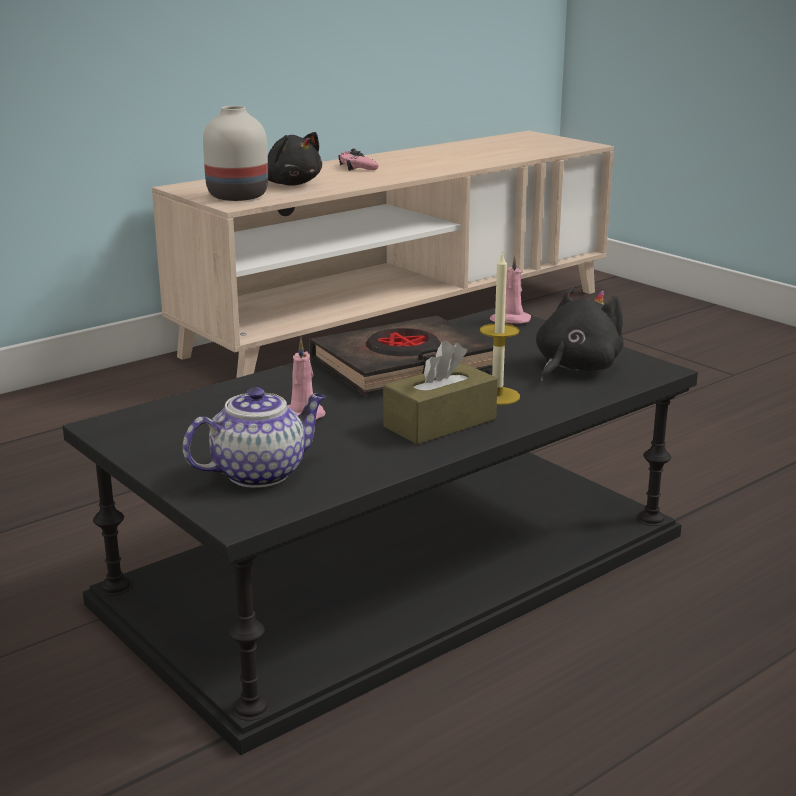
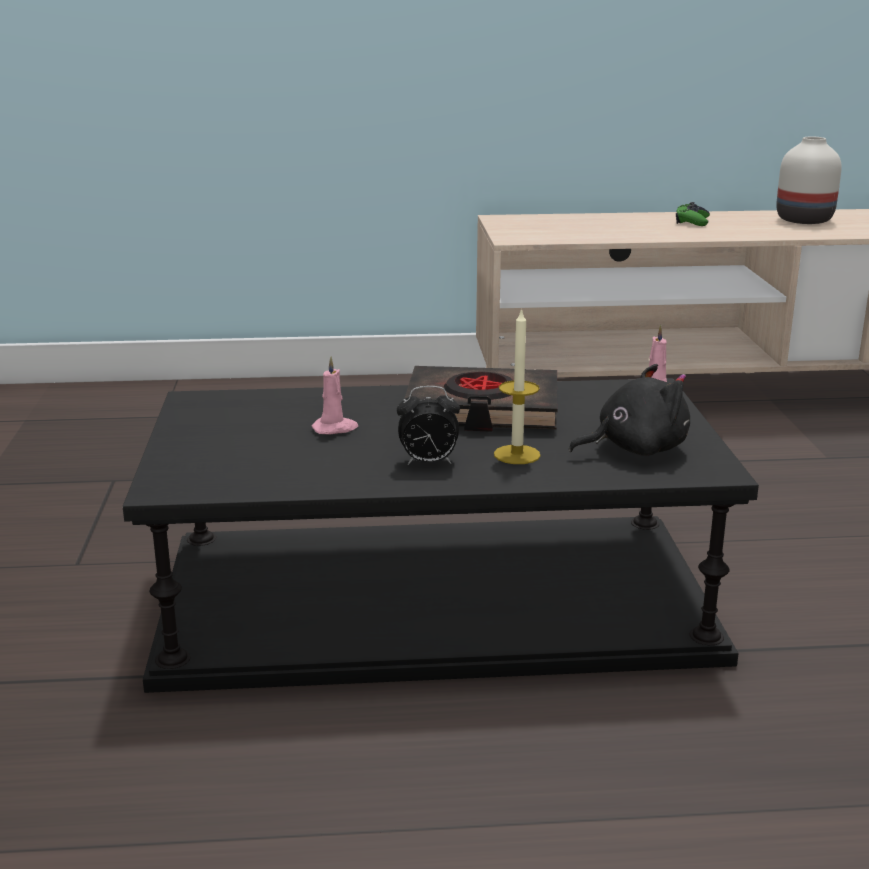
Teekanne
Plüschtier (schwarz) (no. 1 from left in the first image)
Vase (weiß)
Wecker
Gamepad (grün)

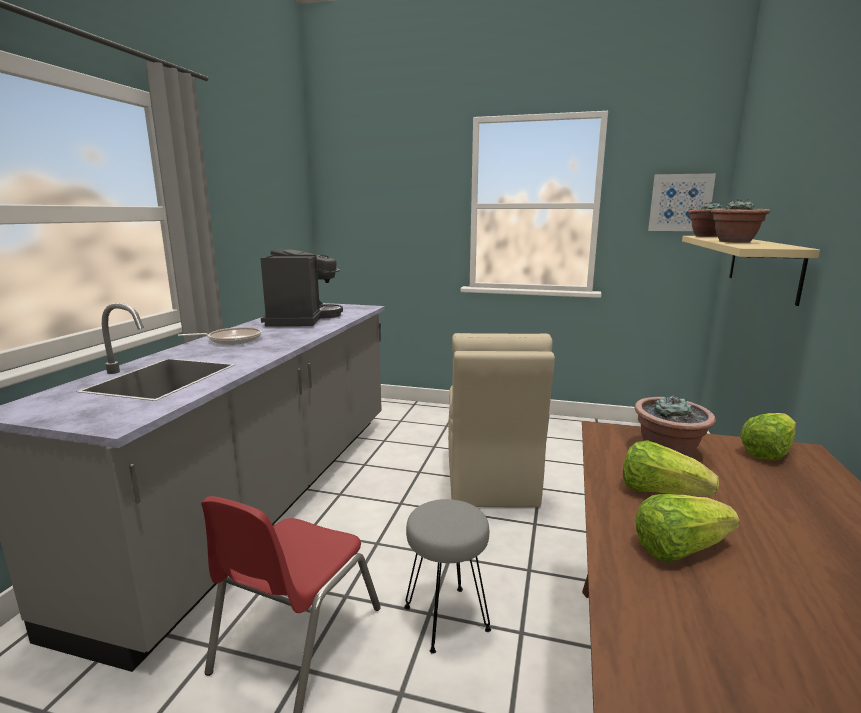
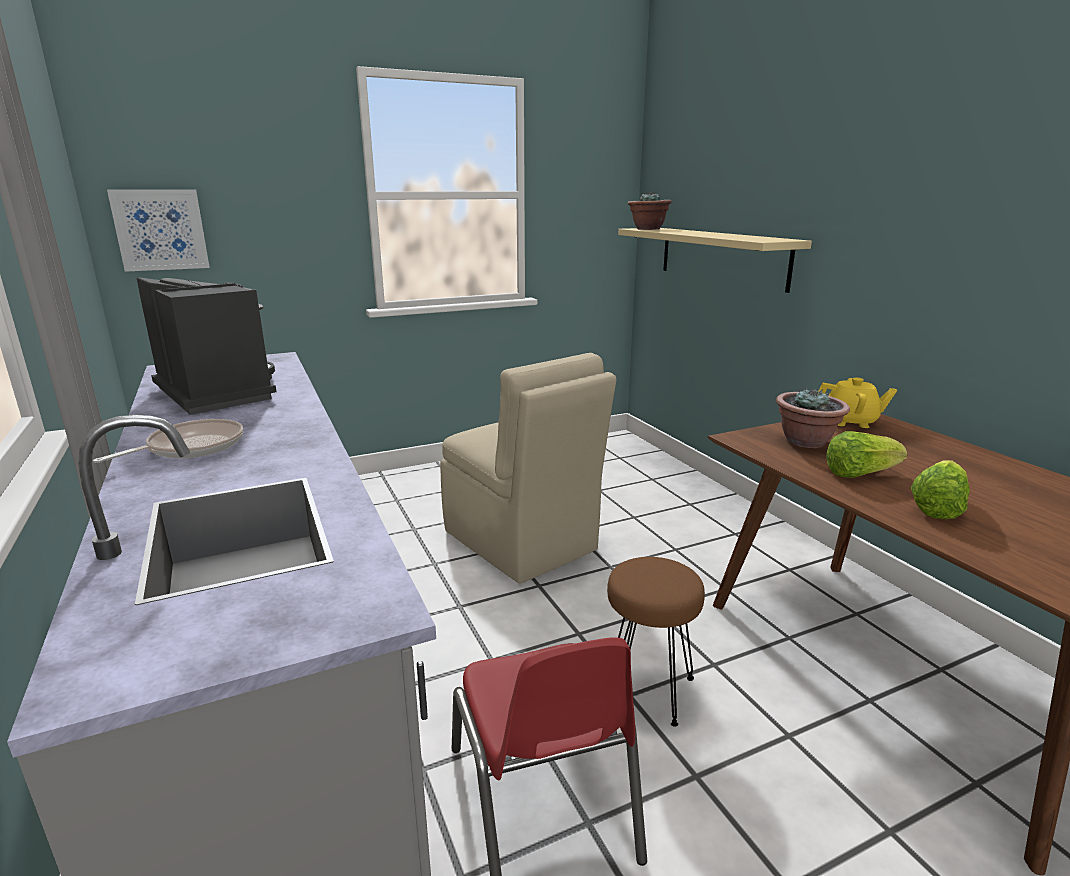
Topfpflanze (no. 3 from left in the first image)
Bild
Teekanne (gelb)
Hocker (braun)

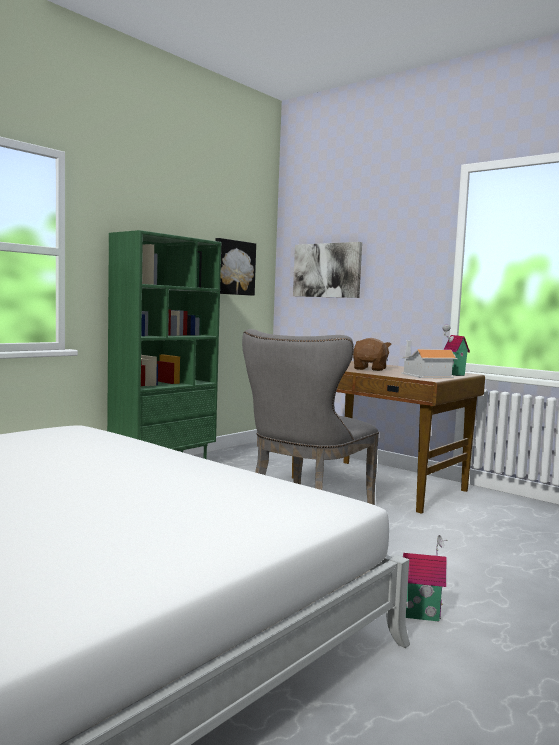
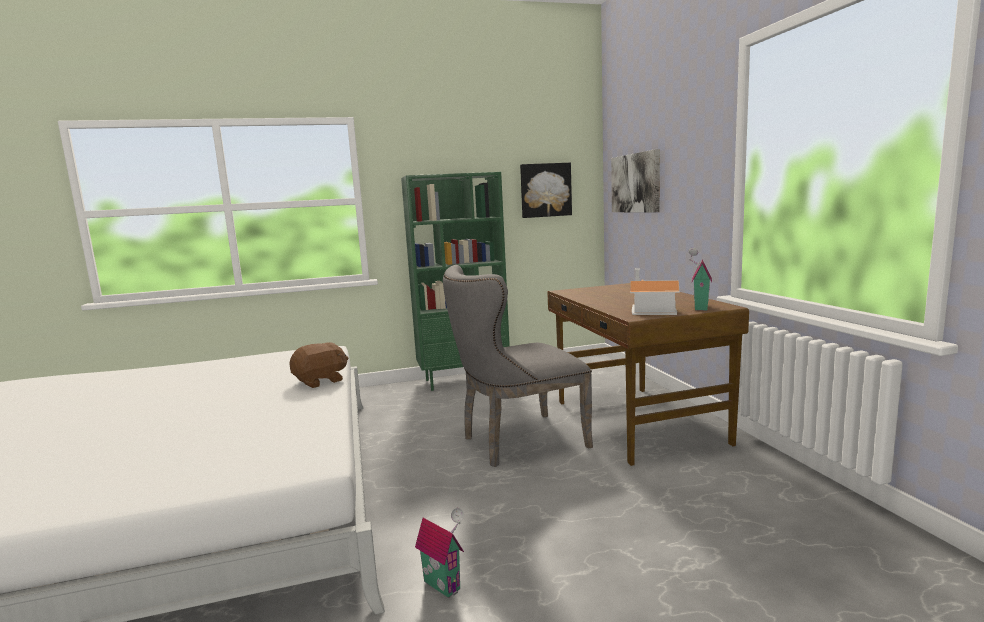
Plüschtier (braun)

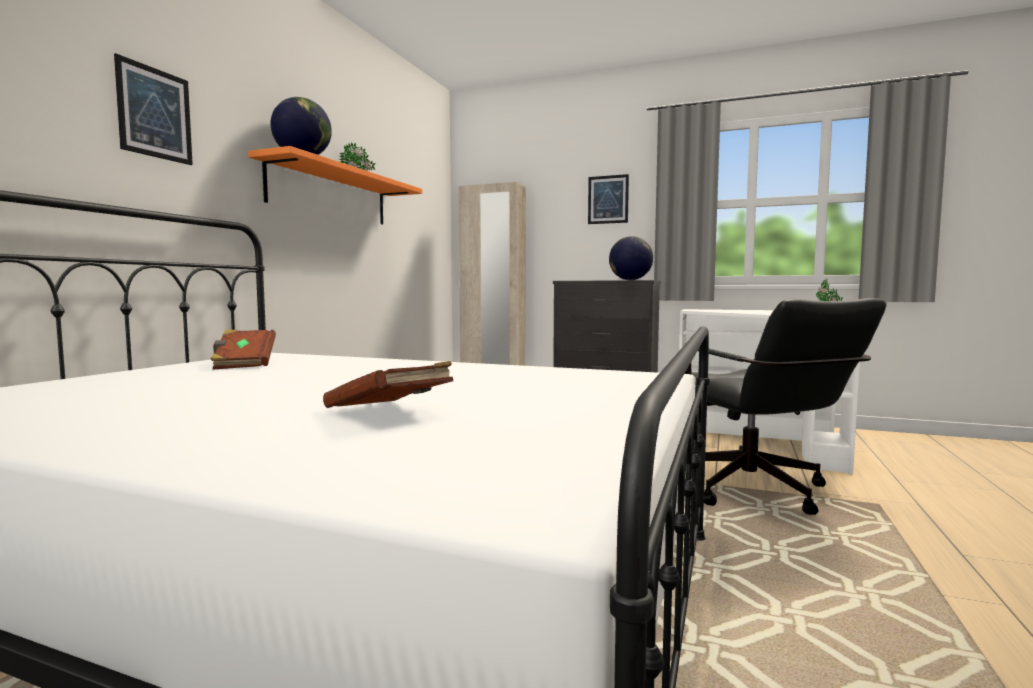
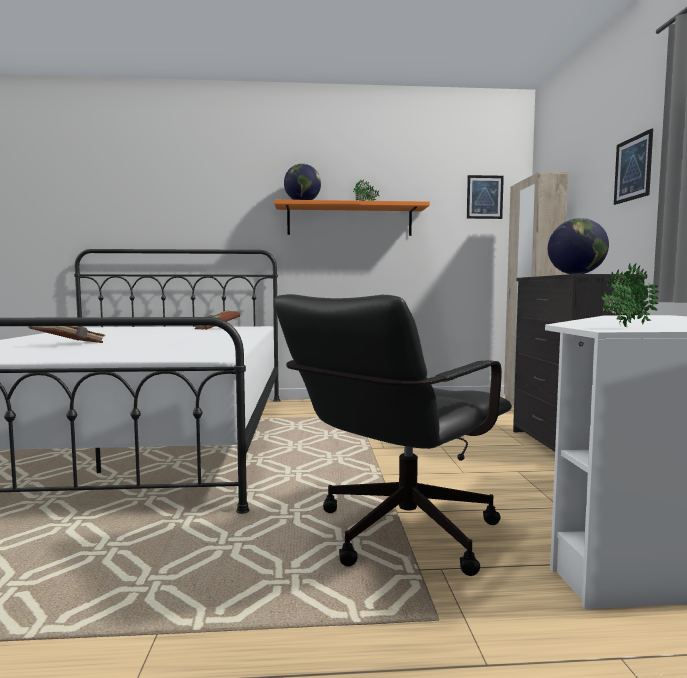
Bild (no. 1 from left)

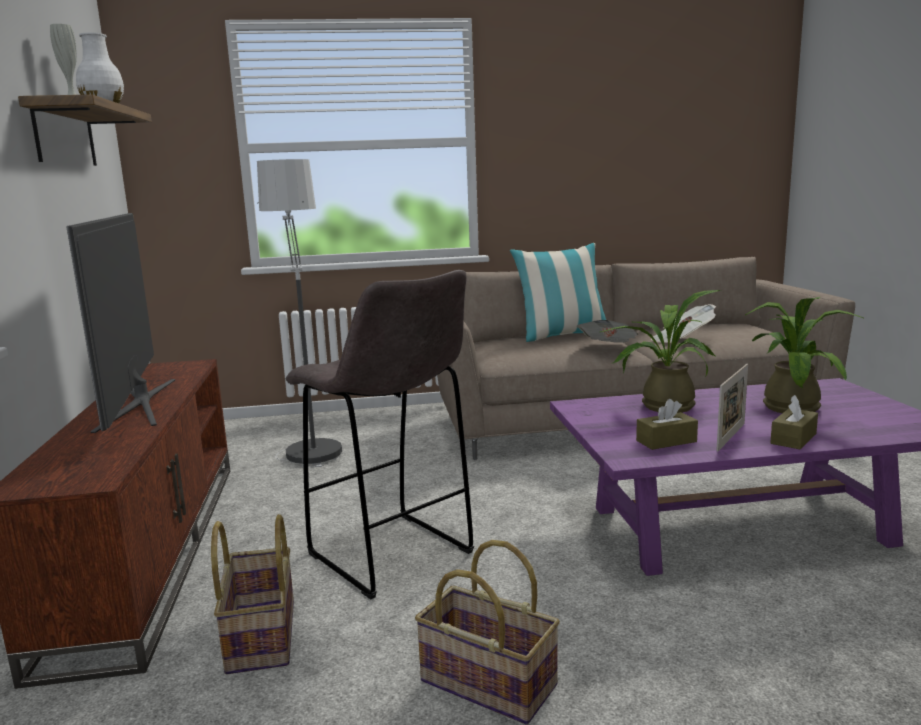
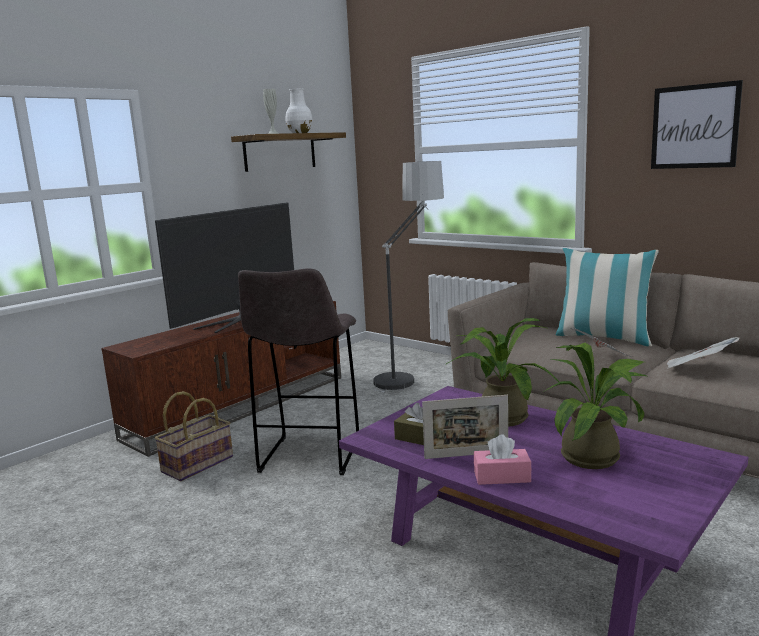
Korb (no. 2 from left in the first image)
Bild
Taschentuchbox (rosa)

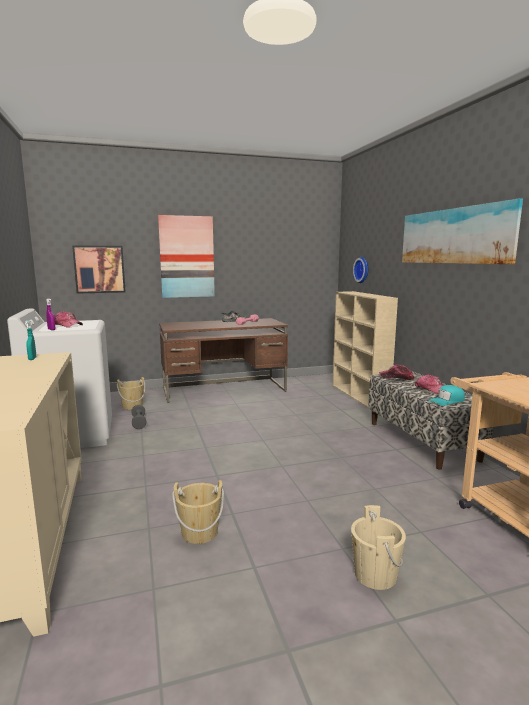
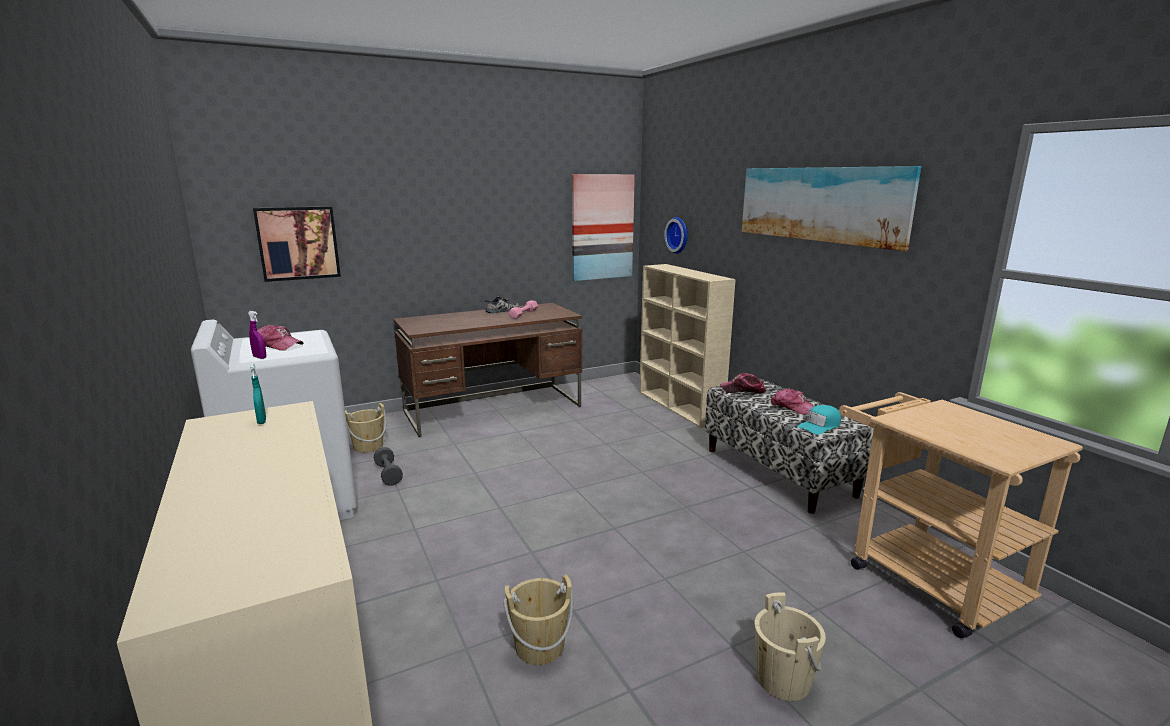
Bild (no. 2 from left)

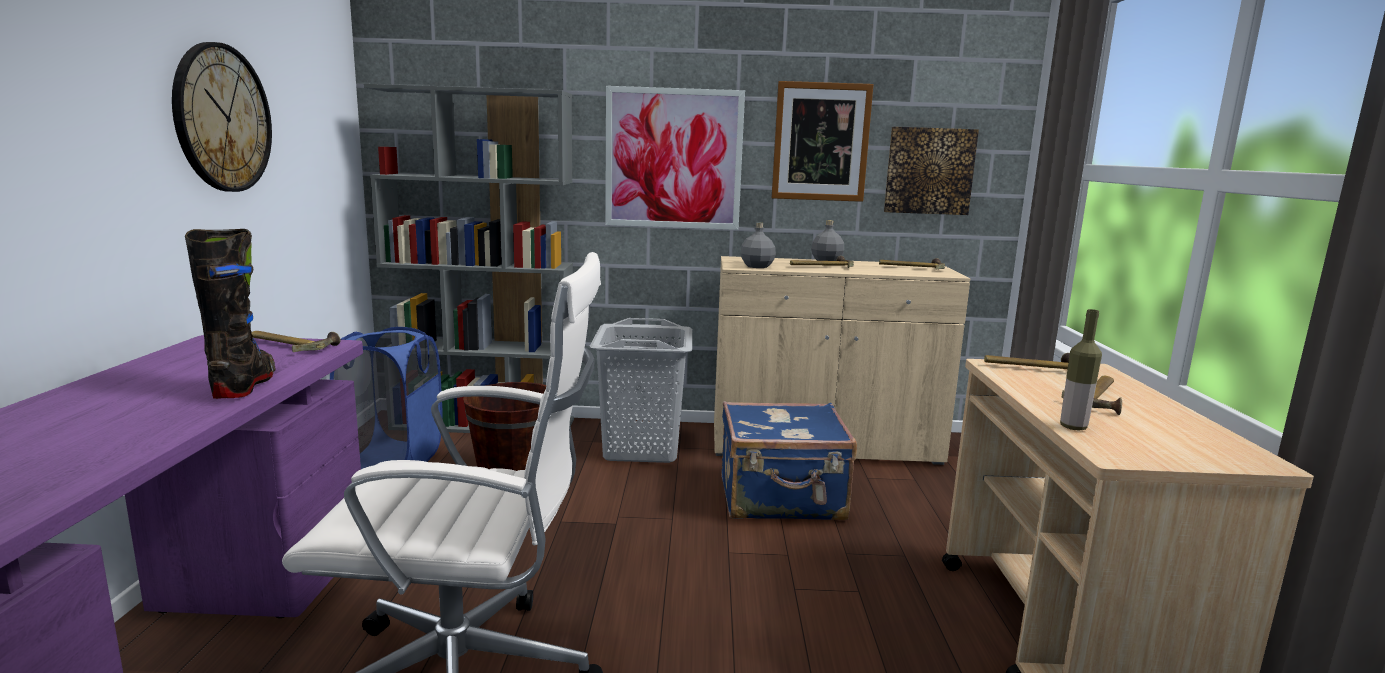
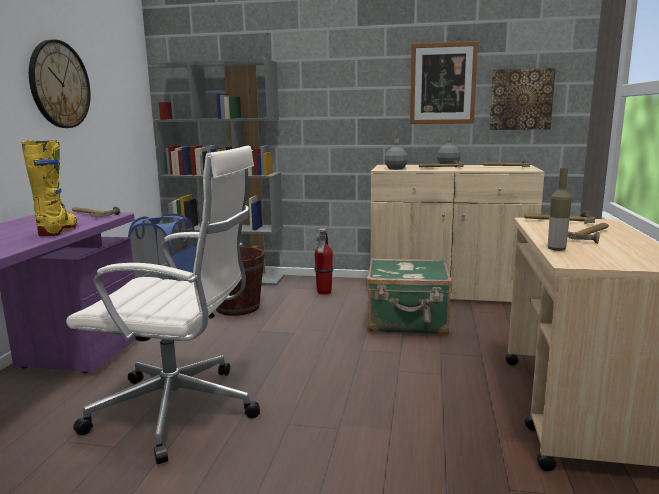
Bild (no. 1 from left in the first image)
Feuerlöscher
Stiefel (gelb)
Koffer (grün)

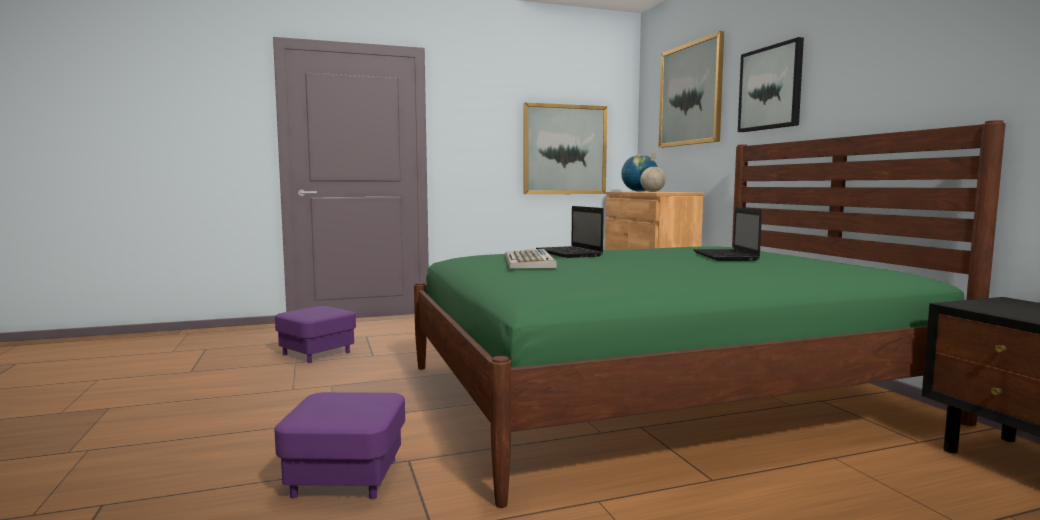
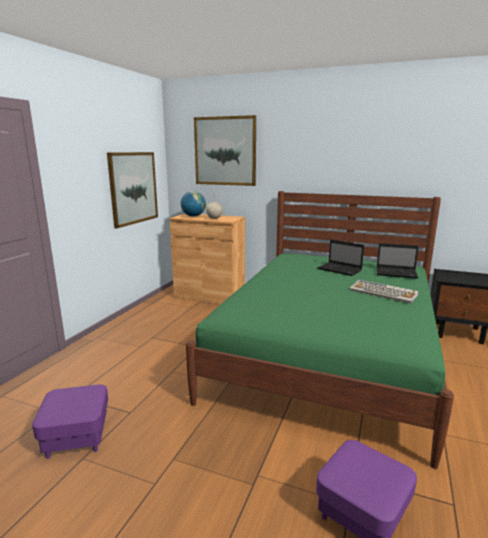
Bild (no. 3 from left in the first image)
Tastatur
Laptop (no. 2 from left)

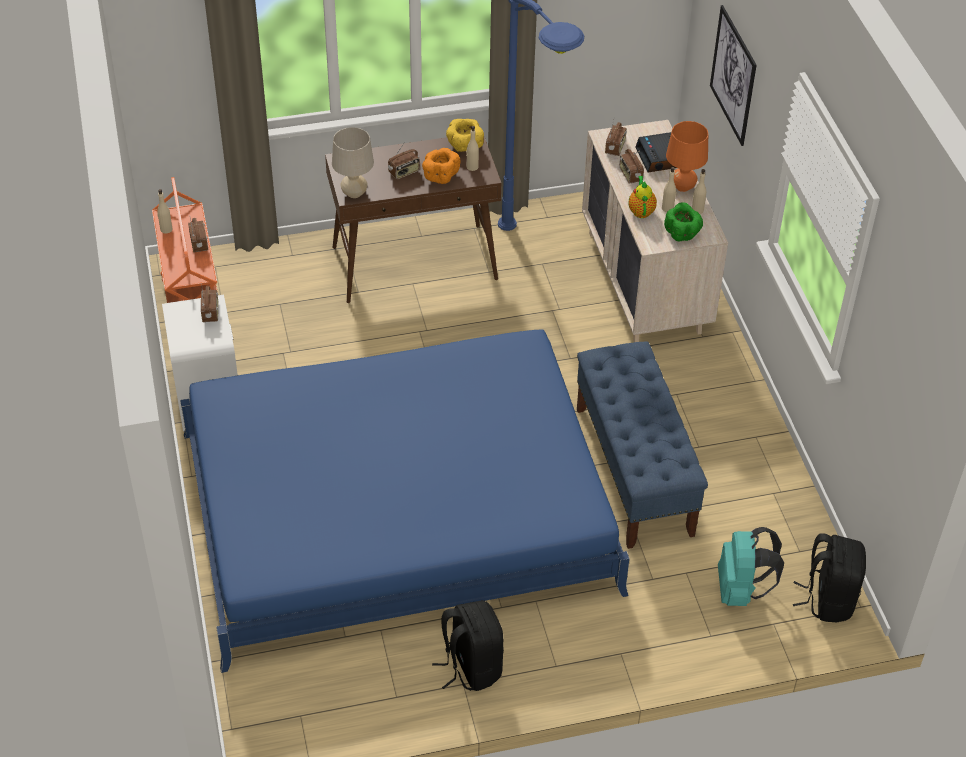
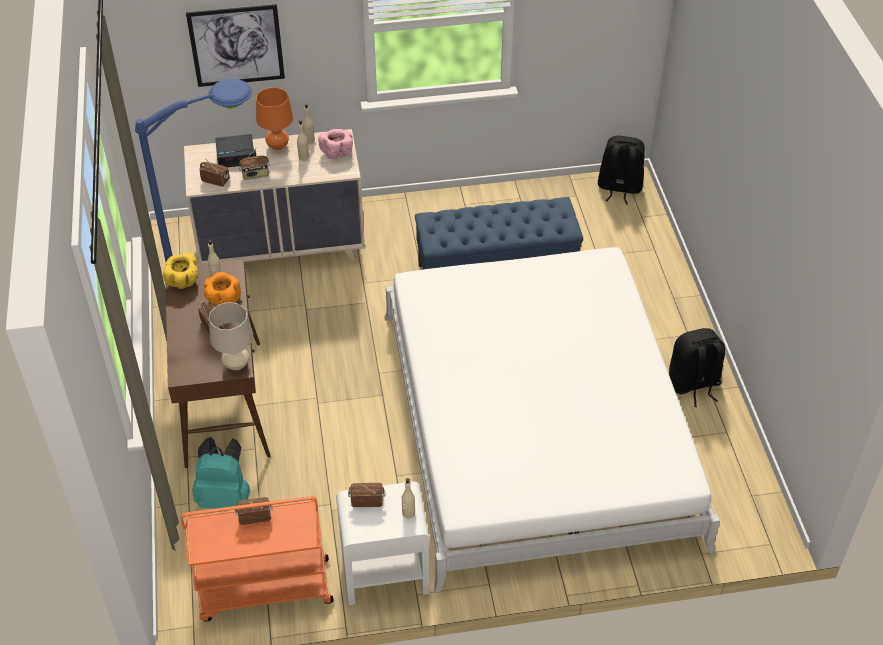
Teekanne
Flasche (beige) (no. 4 from left)
Rucksack (türkis)
Bett (weiß)
Schüssel (rosa)

